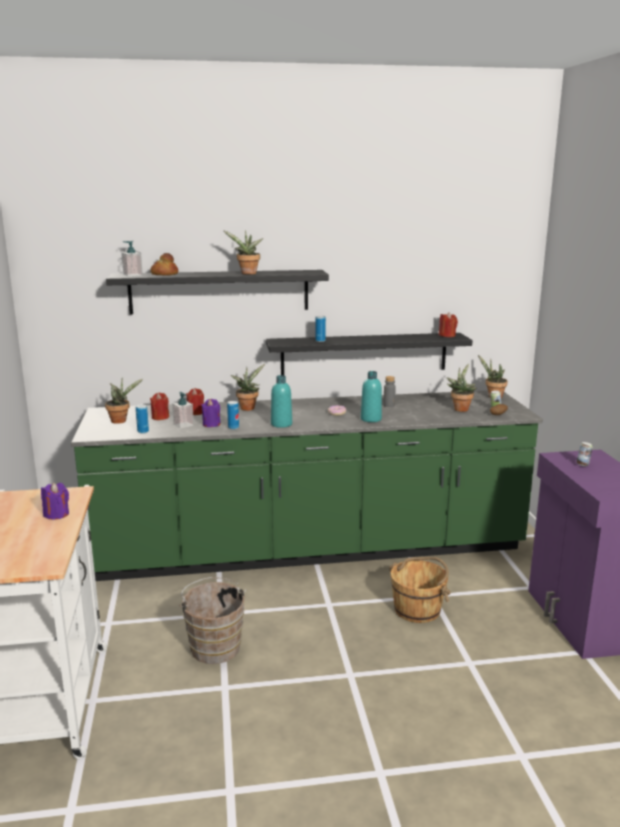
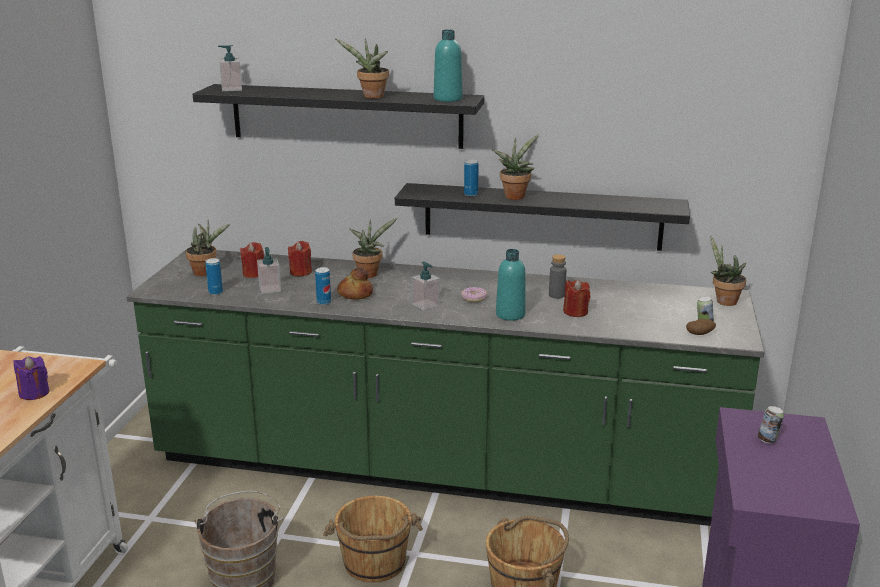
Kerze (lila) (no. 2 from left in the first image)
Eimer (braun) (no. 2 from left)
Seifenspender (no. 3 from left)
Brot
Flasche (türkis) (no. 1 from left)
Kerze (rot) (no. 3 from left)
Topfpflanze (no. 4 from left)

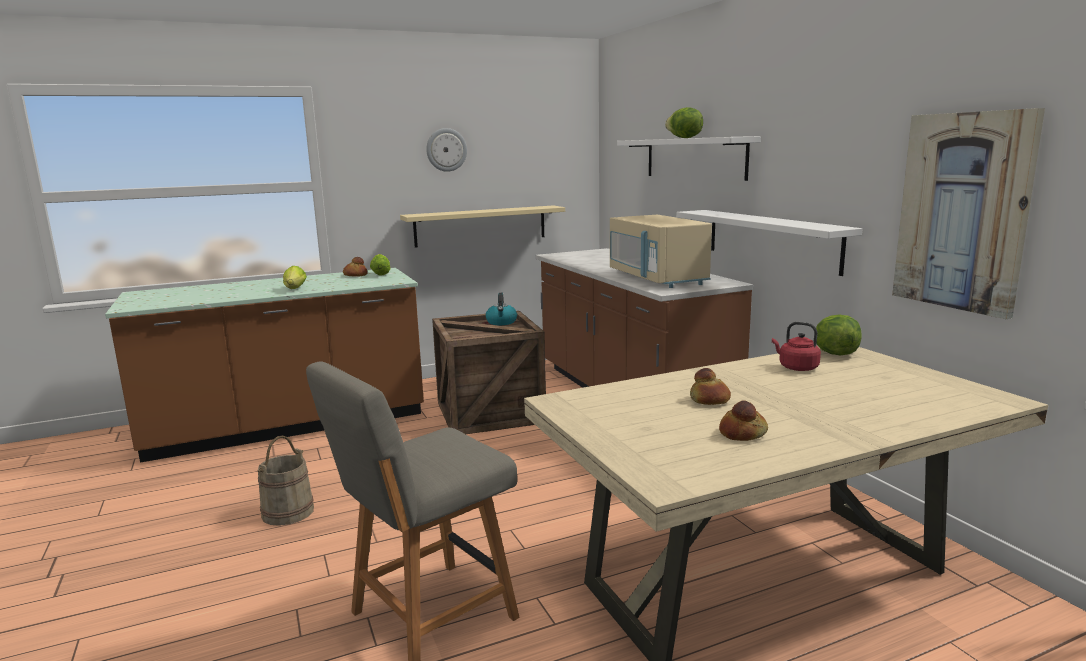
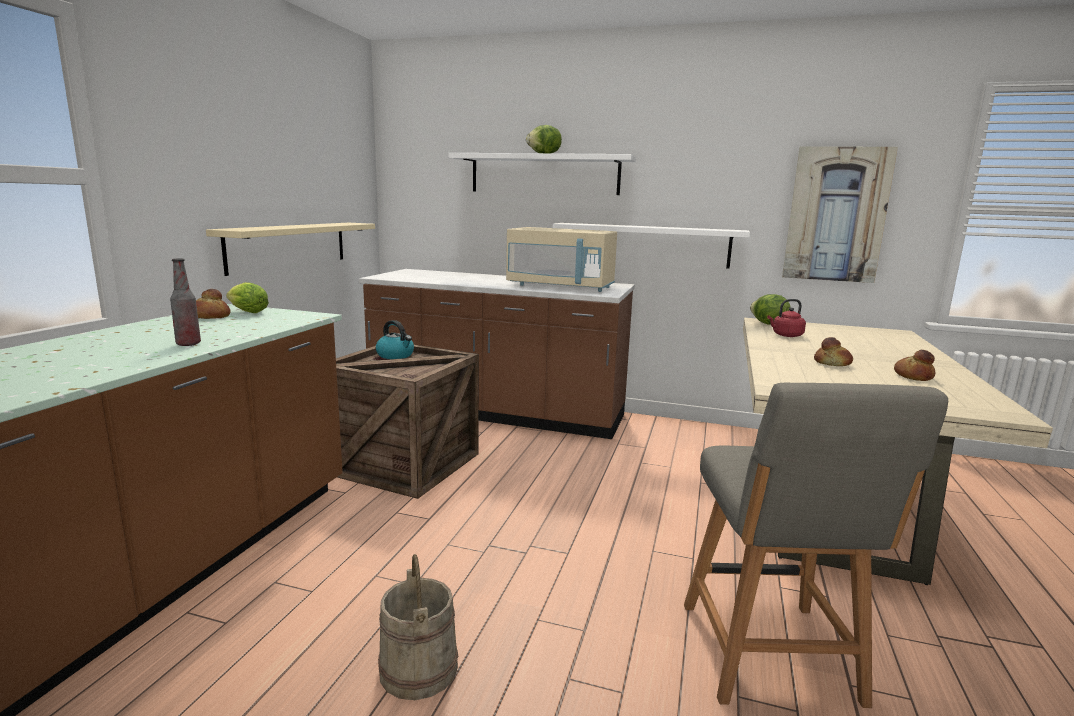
Wanduhr
Flasche

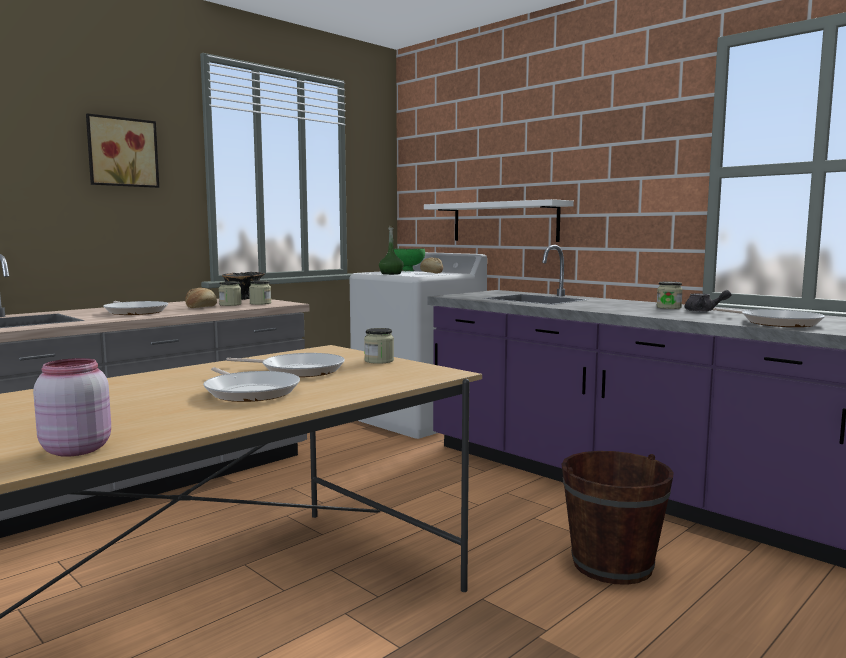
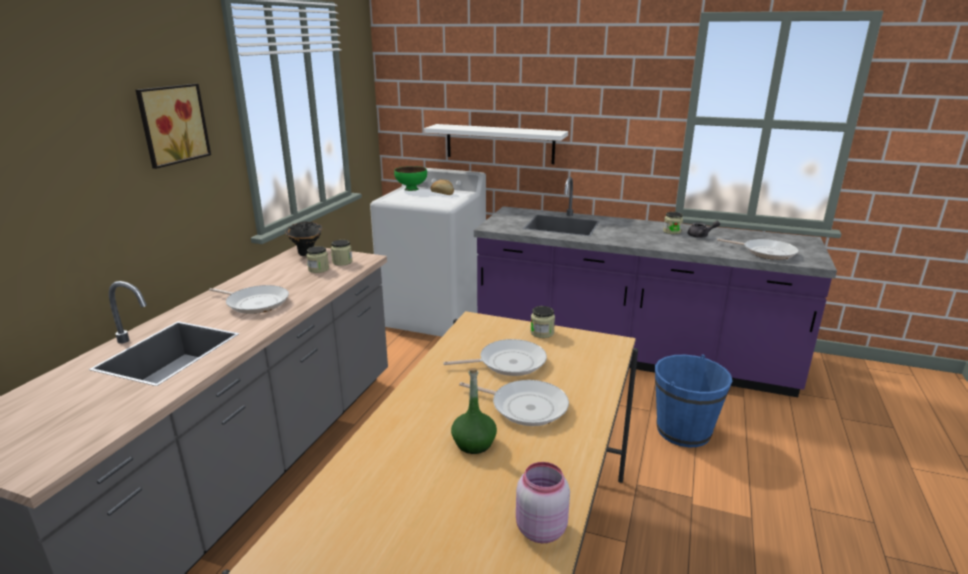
Brot (no. 1 from left in the first image)
Flasche (grün)
Eimer (blau)

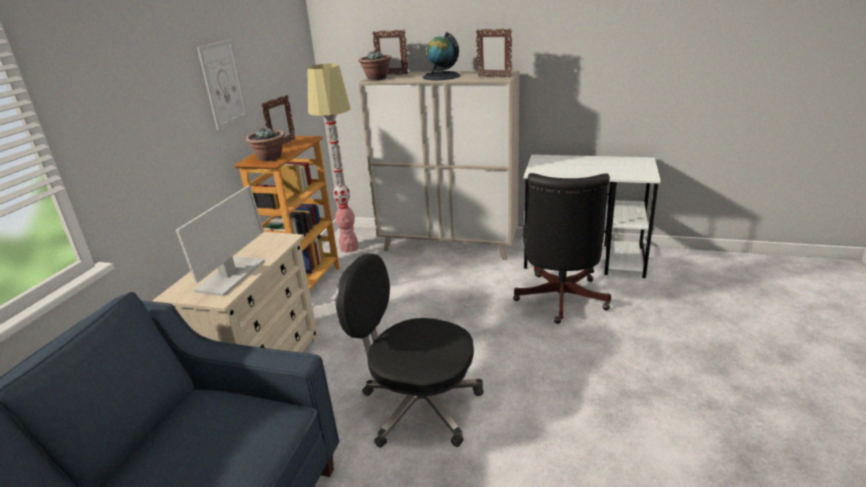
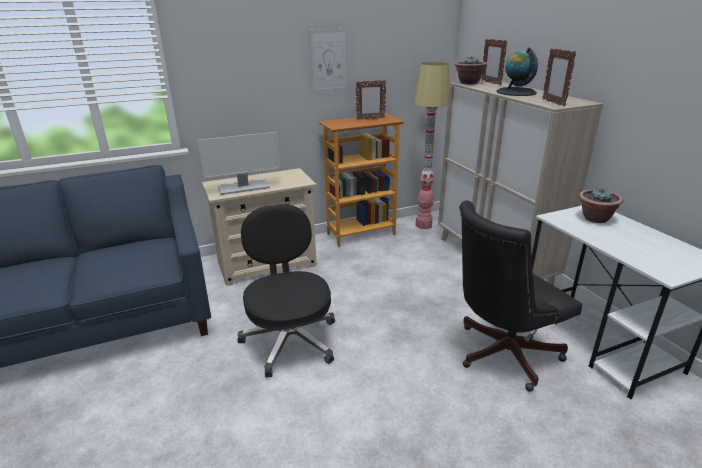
Topfpflanze (no. 2 from left)

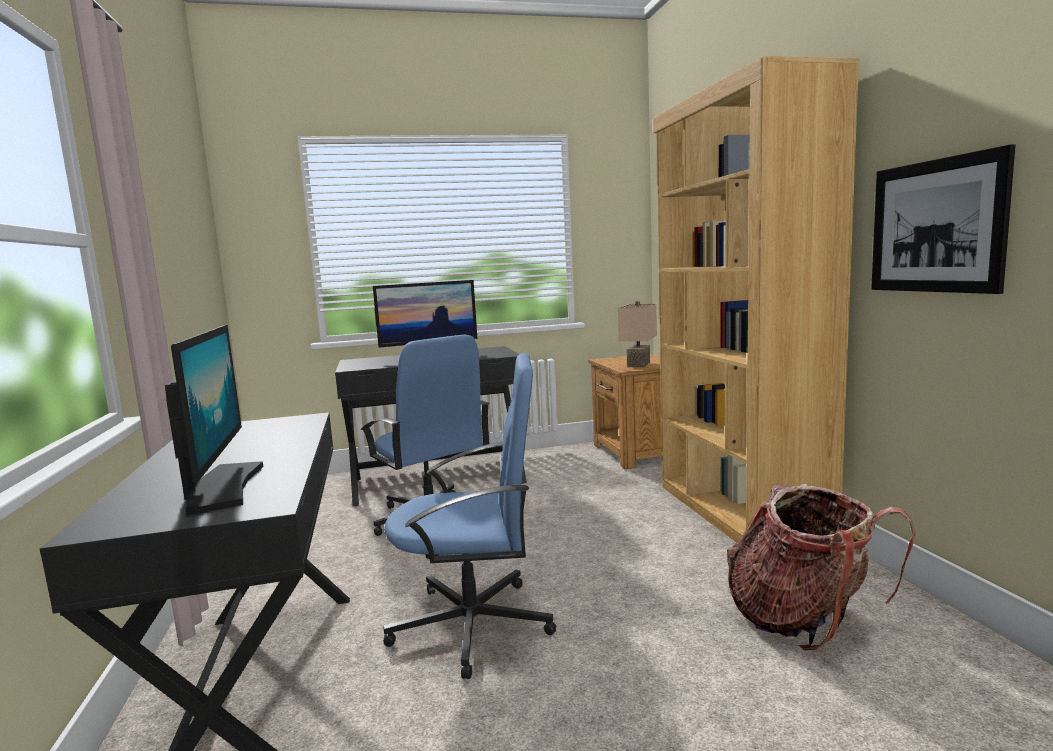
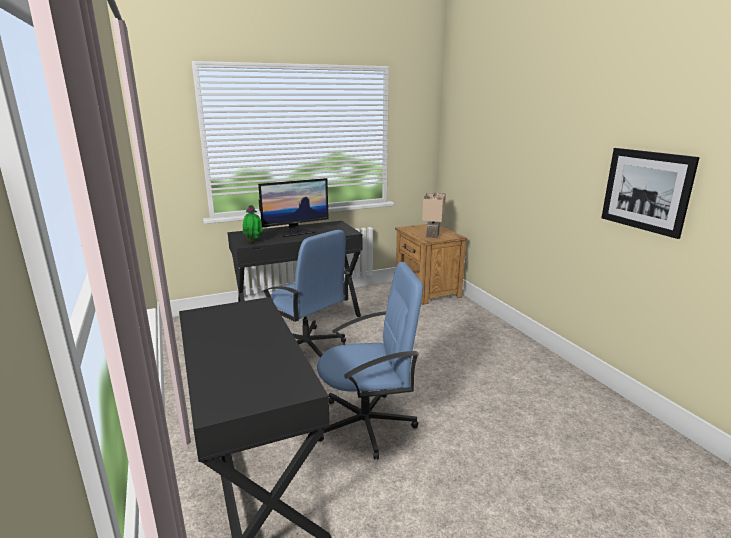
Monitor (no. 1 from left in the first image)
Bücherregal (braun)
Rucksack
Topfpflanze

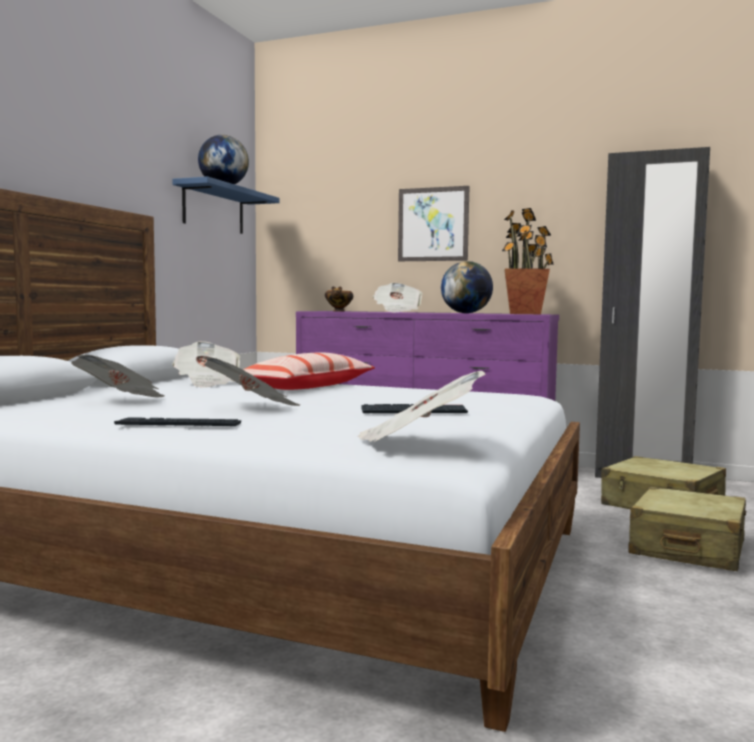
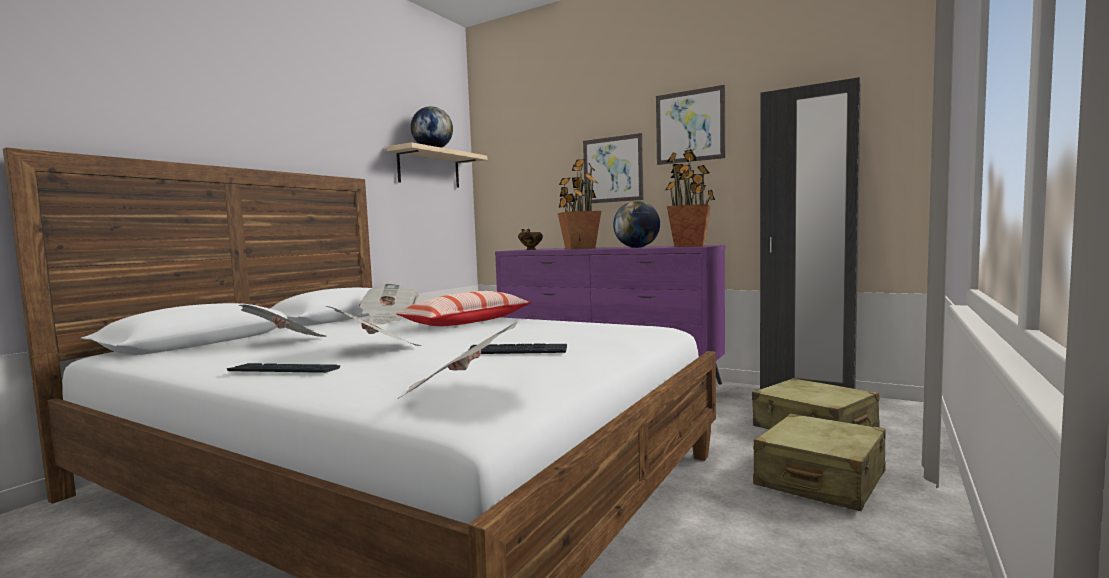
Bild (no. 2 from left)
Topfpflanze (no. 1 from left)
Wandregal (beige)

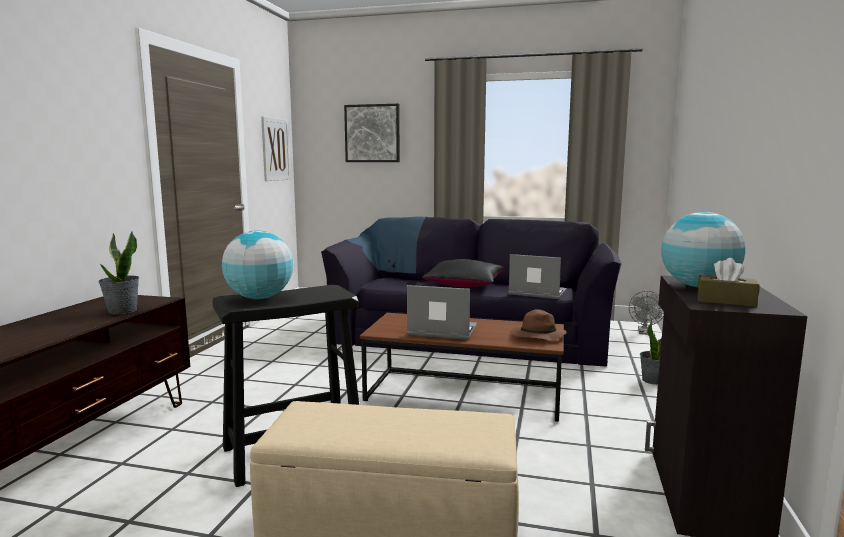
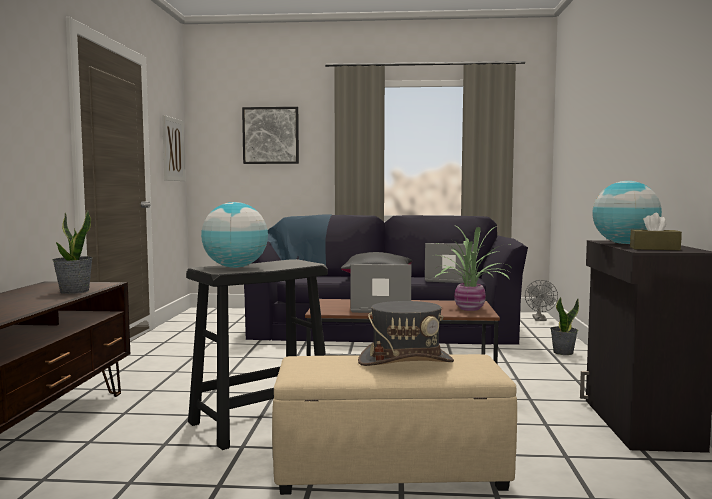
Hut (grau)
Topfpflanze (no. 2 from left)

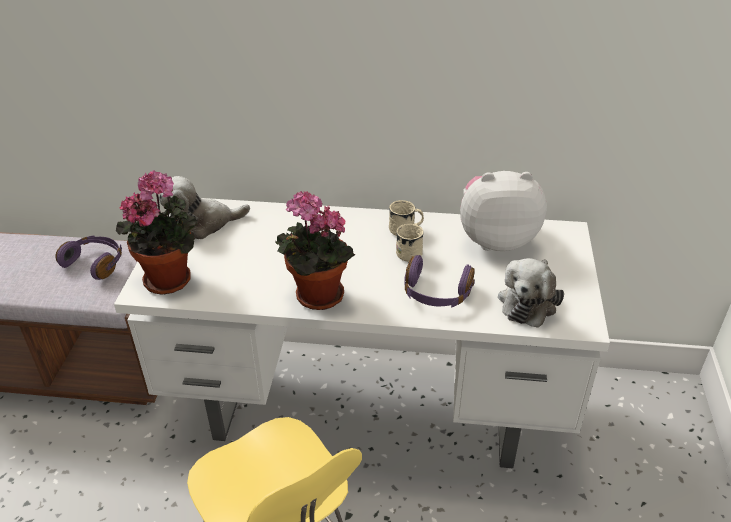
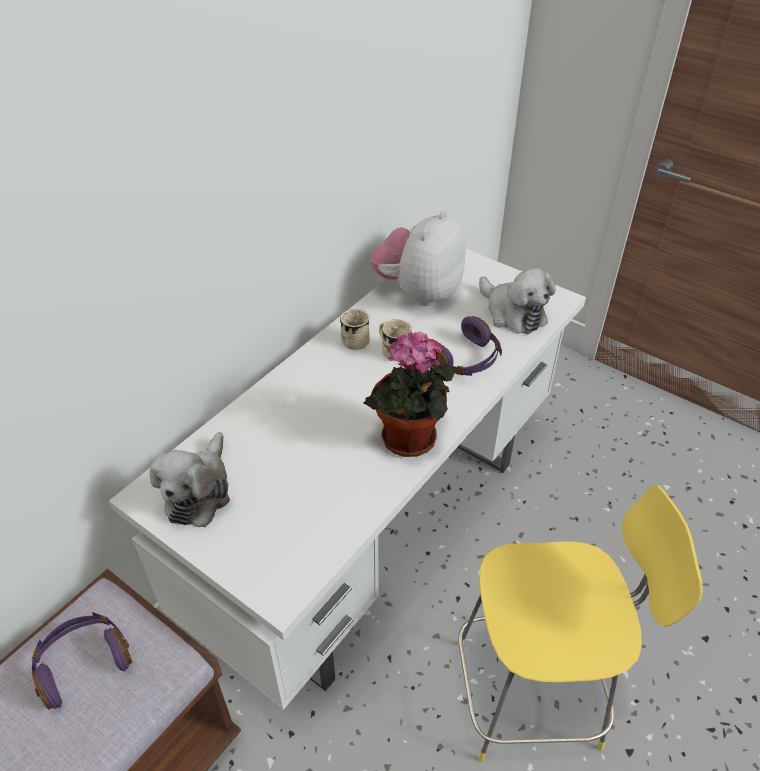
Topfpflanze (no. 1 from left in the first image)

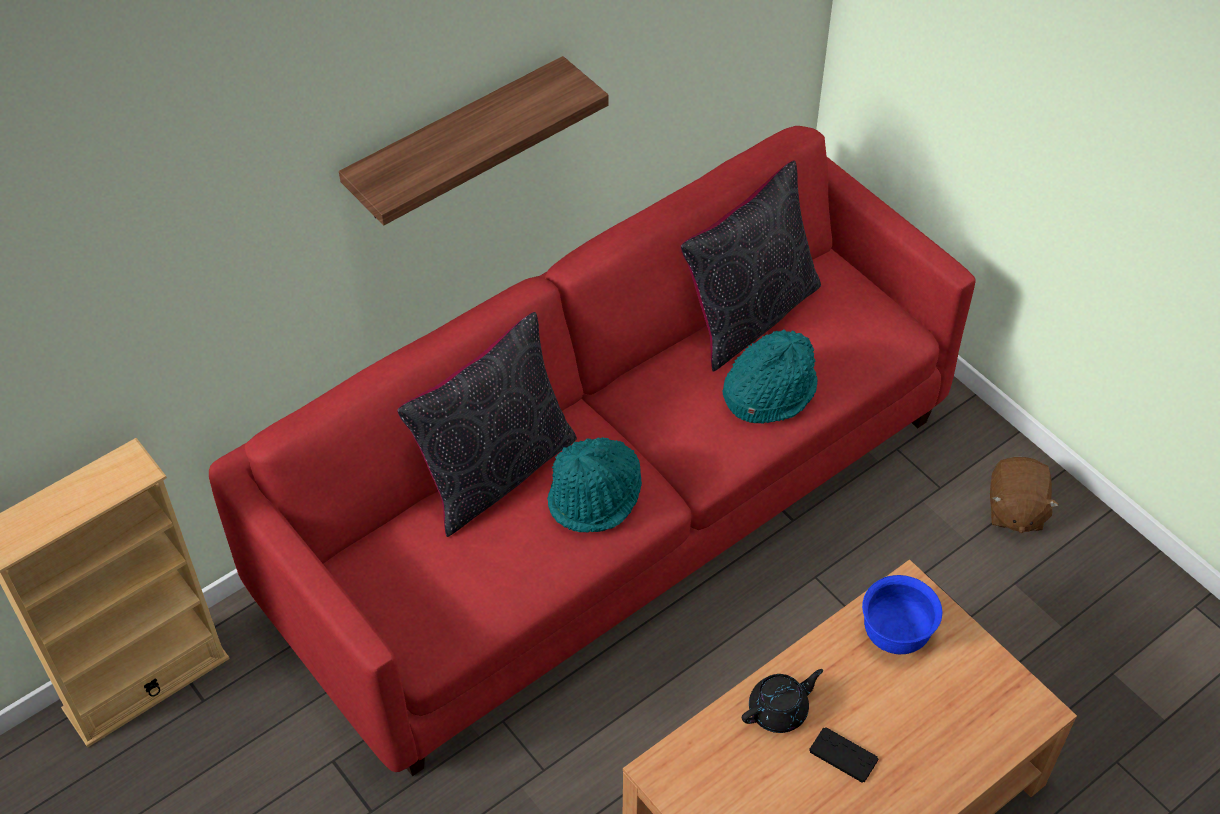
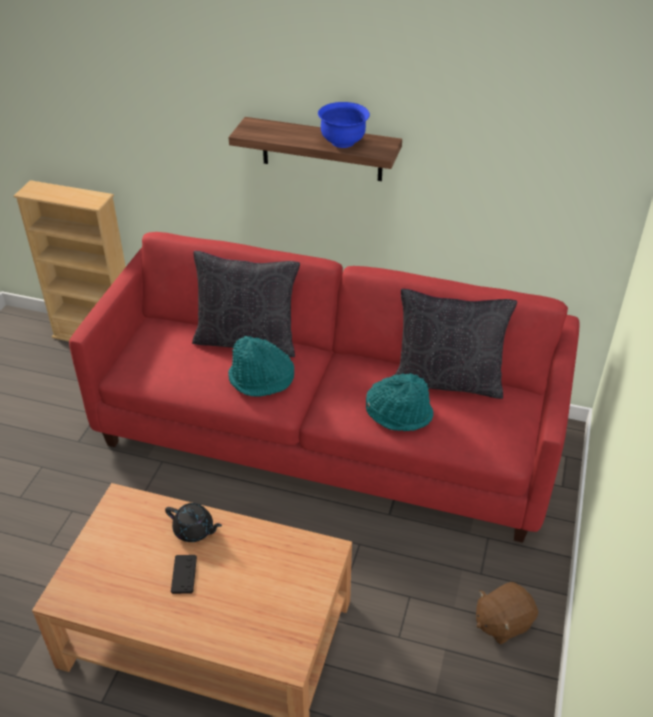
Schüssel (blau)

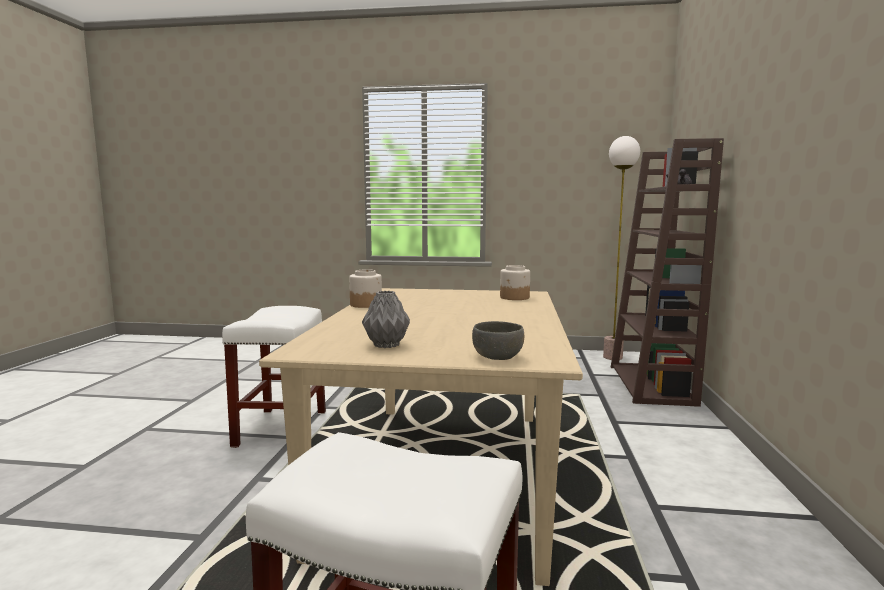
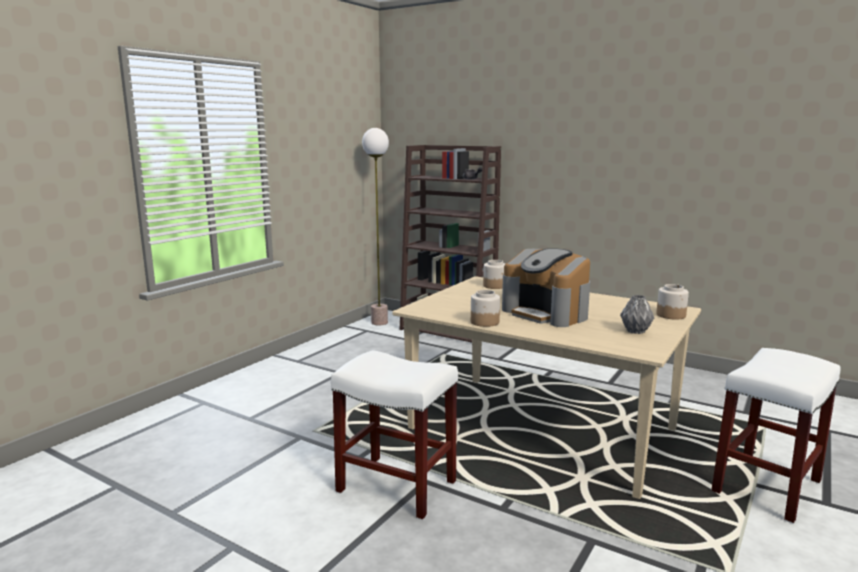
Kaffeemaschine
Vorratsglas (no. 3 from left)

